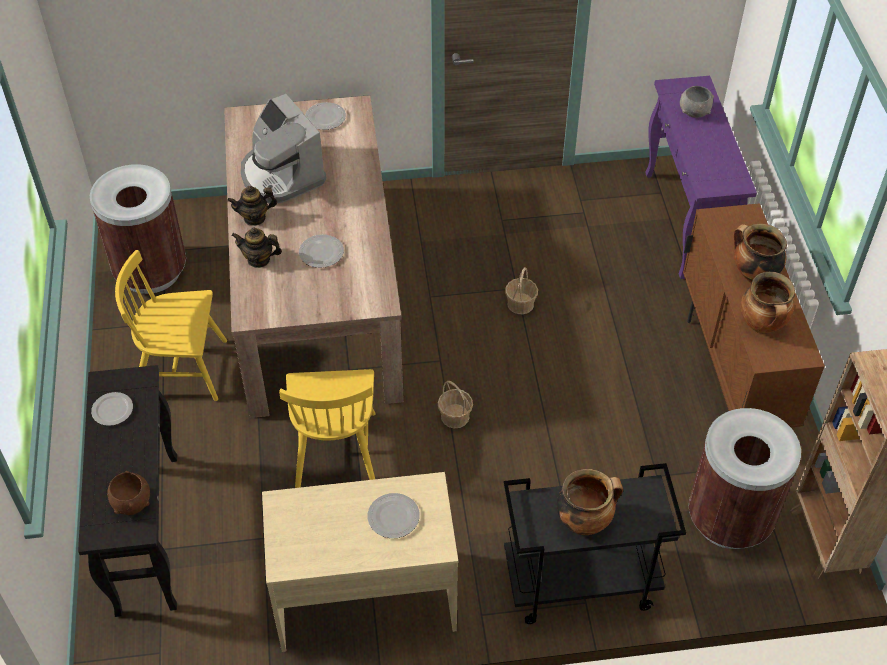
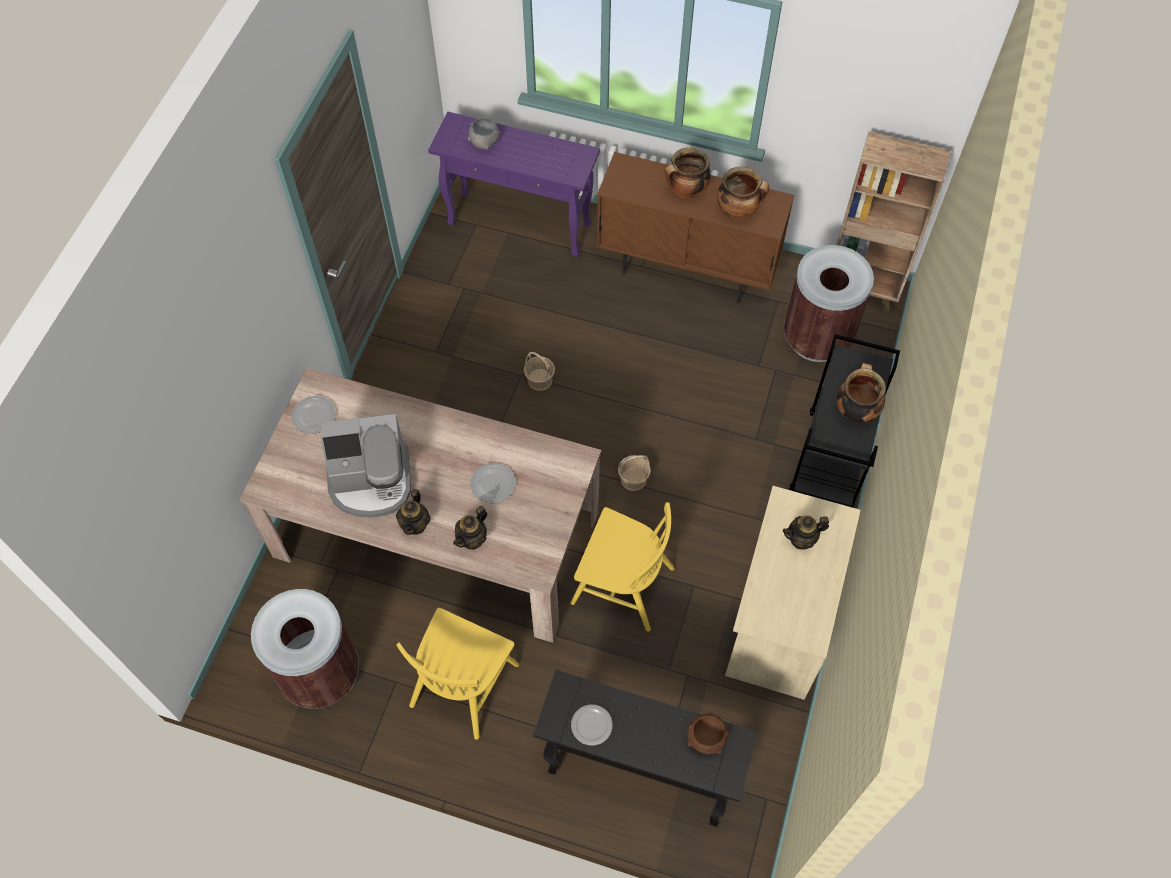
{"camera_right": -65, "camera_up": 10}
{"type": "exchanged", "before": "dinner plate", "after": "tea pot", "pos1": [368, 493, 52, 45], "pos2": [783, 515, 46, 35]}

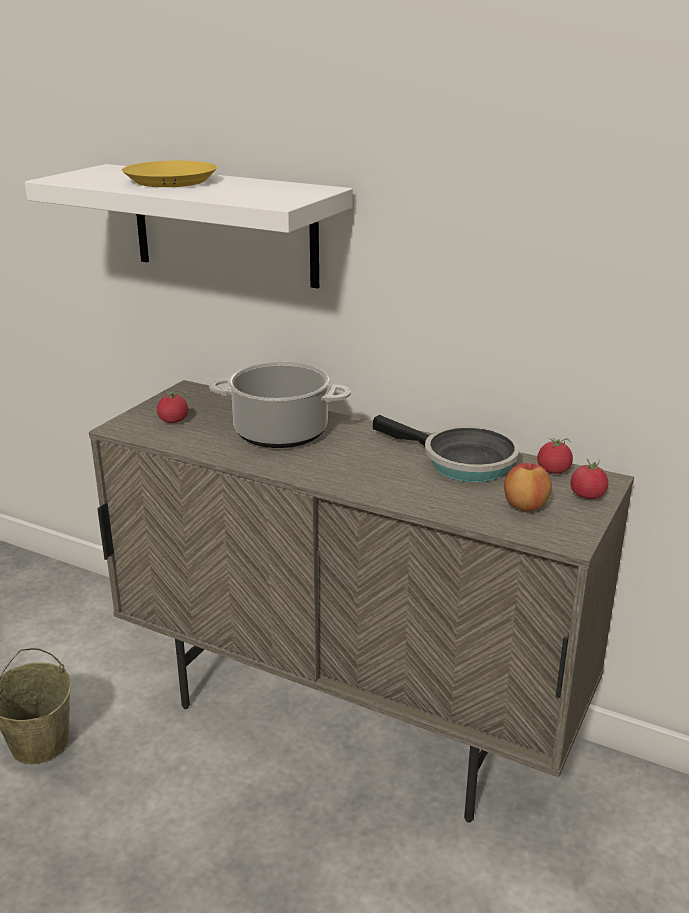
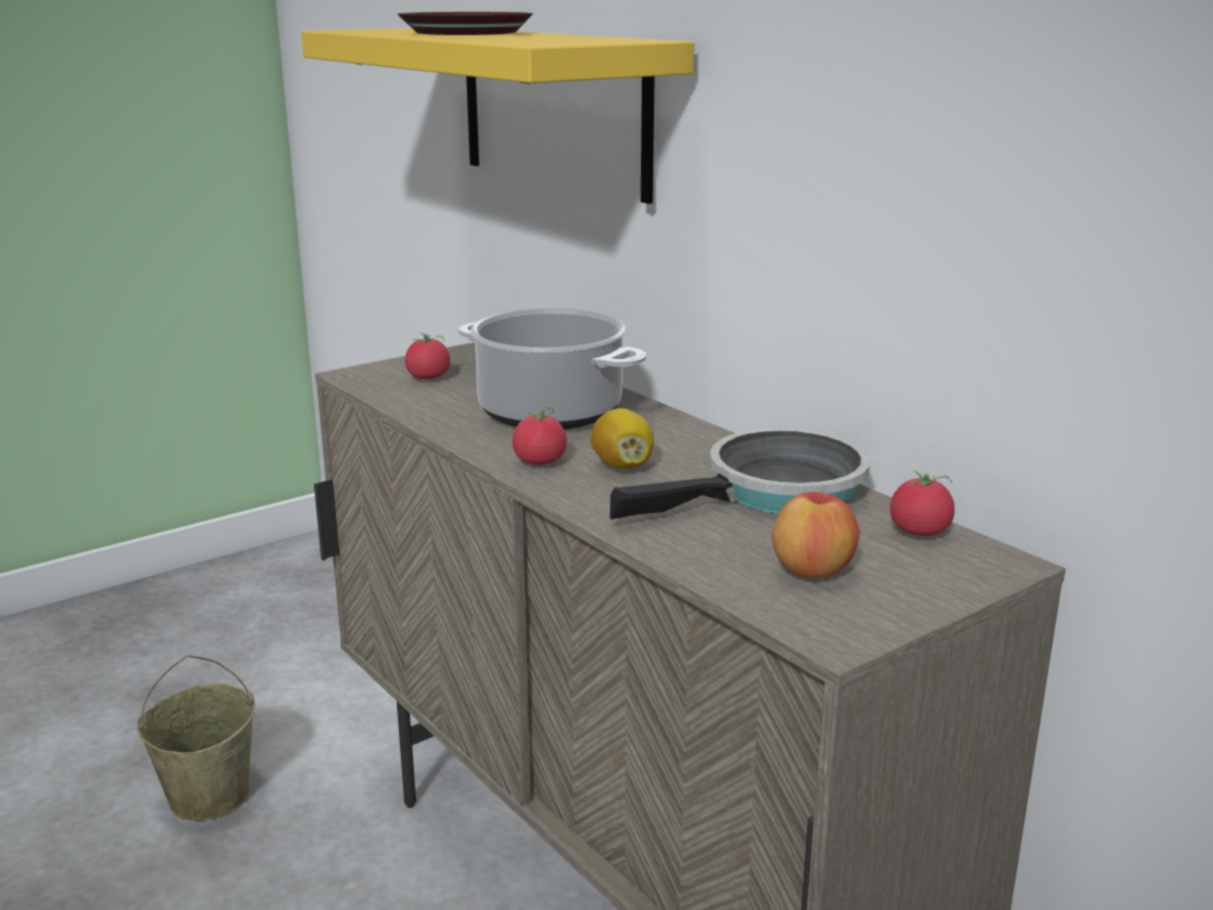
{"camera_right": 25, "camera_up": -5}
{"type": "appeared", "after": "lemon", "pos2": [591, 408, 63, 61]}
{"type": "relocated", "before": "tomato", "pos1": [571, 459, 37, 40], "pos2": [512, 406, 55, 59]}
{"type": "colour", "before": "bracket shelf (white)", "after": "bracket shelf (yellow-coloured)", "pos1": [25, 164, 328, 124], "pos2": [301, 28, 393, 176]}
{"type": "colour", "before": "dinner plate (yellow-coloured)", "after": "dinner plate (brown)", "pos1": [122, 161, 95, 26], "pos2": [398, 12, 135, 23]}
{"type": "spun", "before": "pan", "pos1": [373, 415, 147, 67], "pos2": [610, 428, 260, 91], "turn": -90}

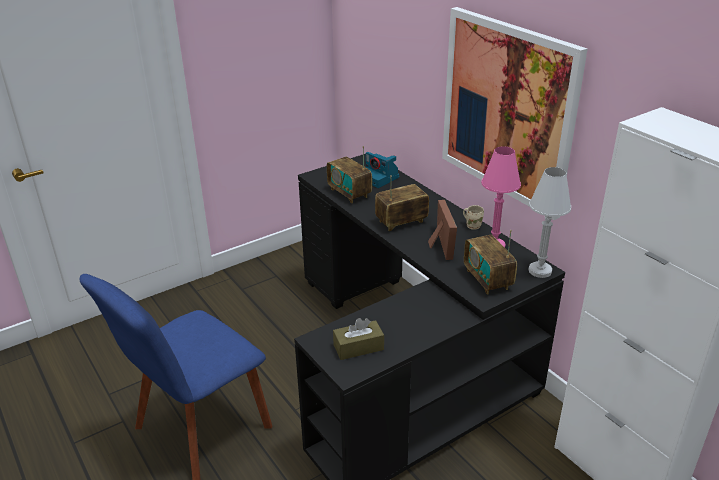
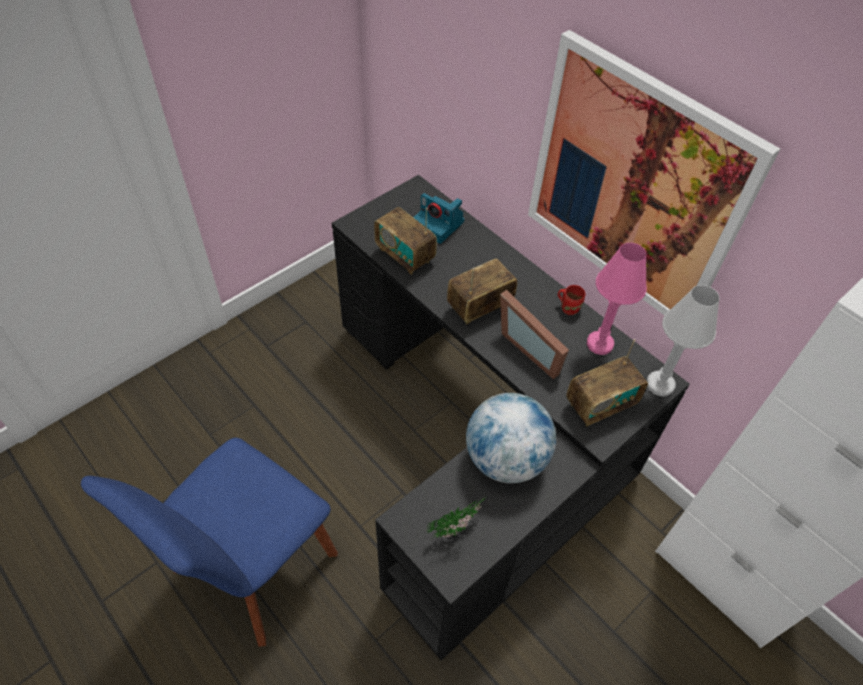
{"camera_right": -10, "camera_up": 20}
{"type": "appeared", "after": "globe", "pos2": [466, 393, 90, 90]}
{"type": "exchanged", "before": "box of tissues (brown)", "after": "plant in a pot", "pos1": [333, 318, 51, 42], "pos2": [426, 496, 61, 43]}
{"type": "colour", "before": "tea mug (beige-coloured)", "after": "tea mug (red)", "pos1": [463, 205, 21, 25], "pos2": [558, 285, 27, 30]}
{"type": "spun", "before": "picture frame", "pos1": [428, 200, 29, 60], "pos2": [500, 290, 69, 89], "turn": 150}
{"type": "spun", "before": "radio", "pos1": [464, 230, 53, 65], "pos2": [566, 339, 82, 88], "turn": -90}

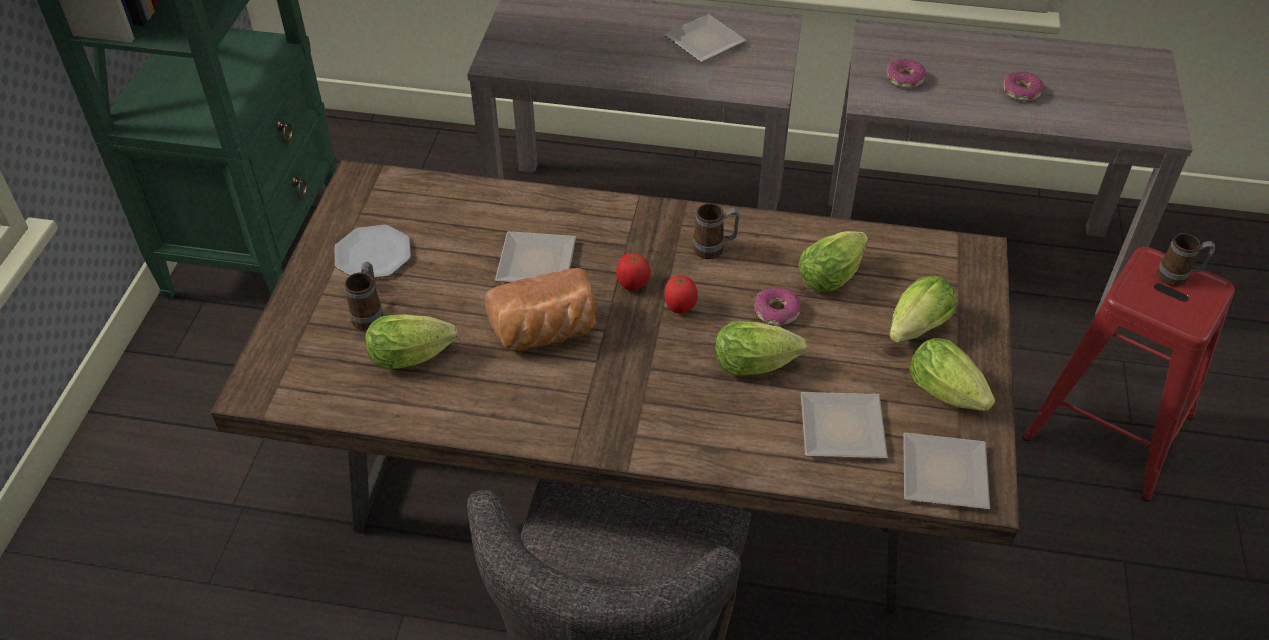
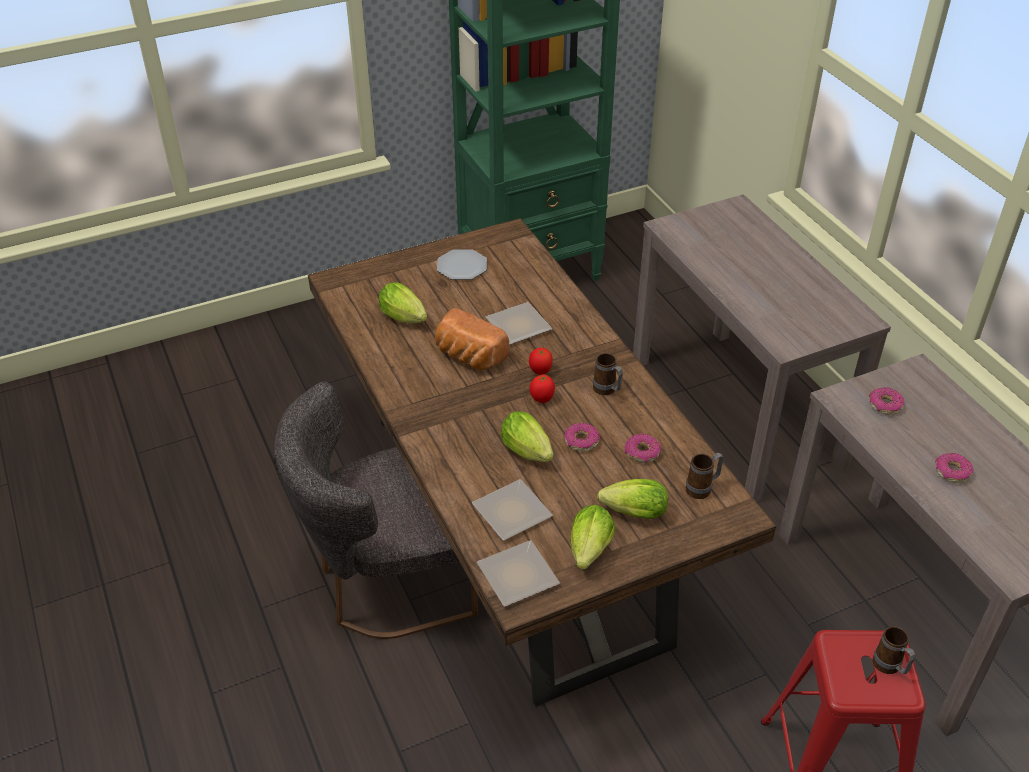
{"camera_right": 55, "camera_up": -5}
{"type": "missing", "before": "dinner plate", "pos1": [664, 14, 82, 48]}
{"type": "relocated", "before": "tea mug", "pos1": [345, 262, 38, 68], "pos2": [686, 453, 38, 46]}
{"type": "exchanged", "before": "lettuce head", "after": "ring doughnut", "pos1": [798, 231, 70, 61], "pos2": [625, 433, 37, 30]}

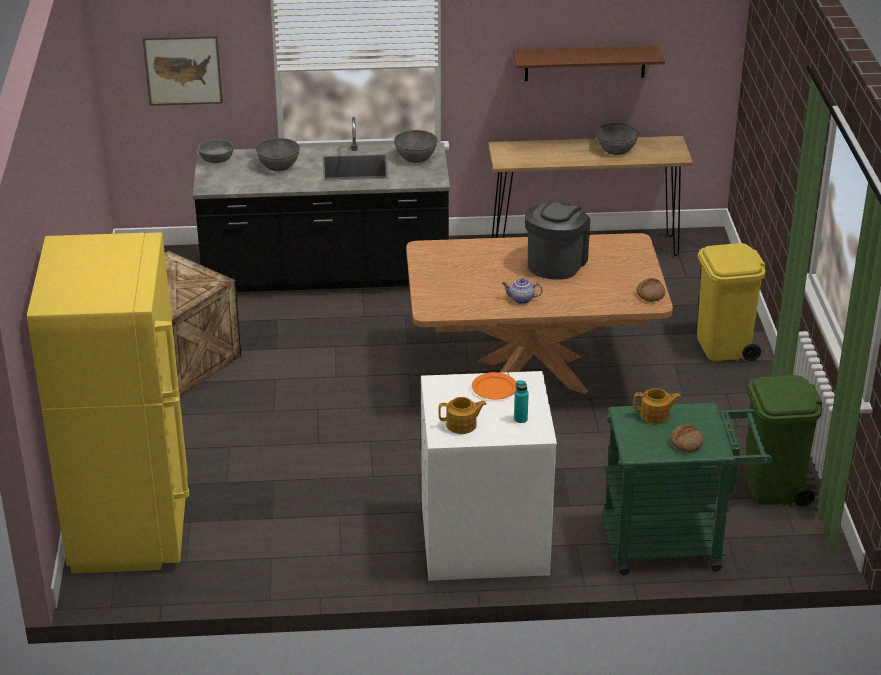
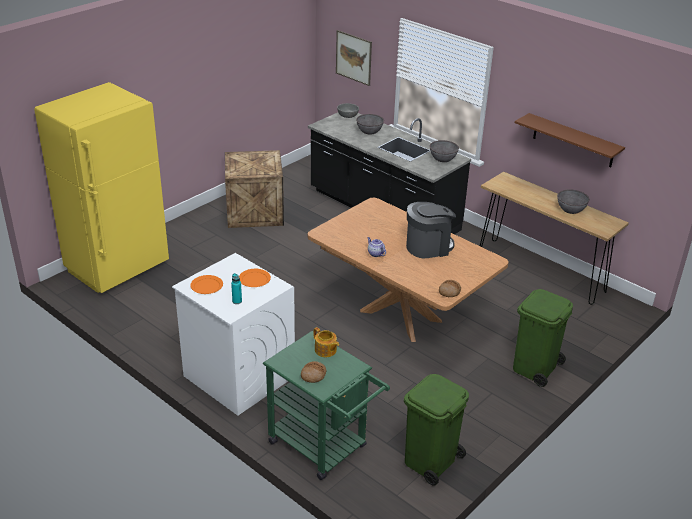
{"camera_right": 45, "camera_up": 0}
{"type": "exchanged", "before": "tea pot", "after": "dinner plate (orangey)", "pos1": [438, 397, 49, 37], "pos2": [190, 275, 33, 19]}
{"type": "colour", "before": "waste bin (yellow-coloured)", "after": "waste bin (green)", "pos1": [697, 243, 69, 118], "pos2": [513, 289, 60, 98]}

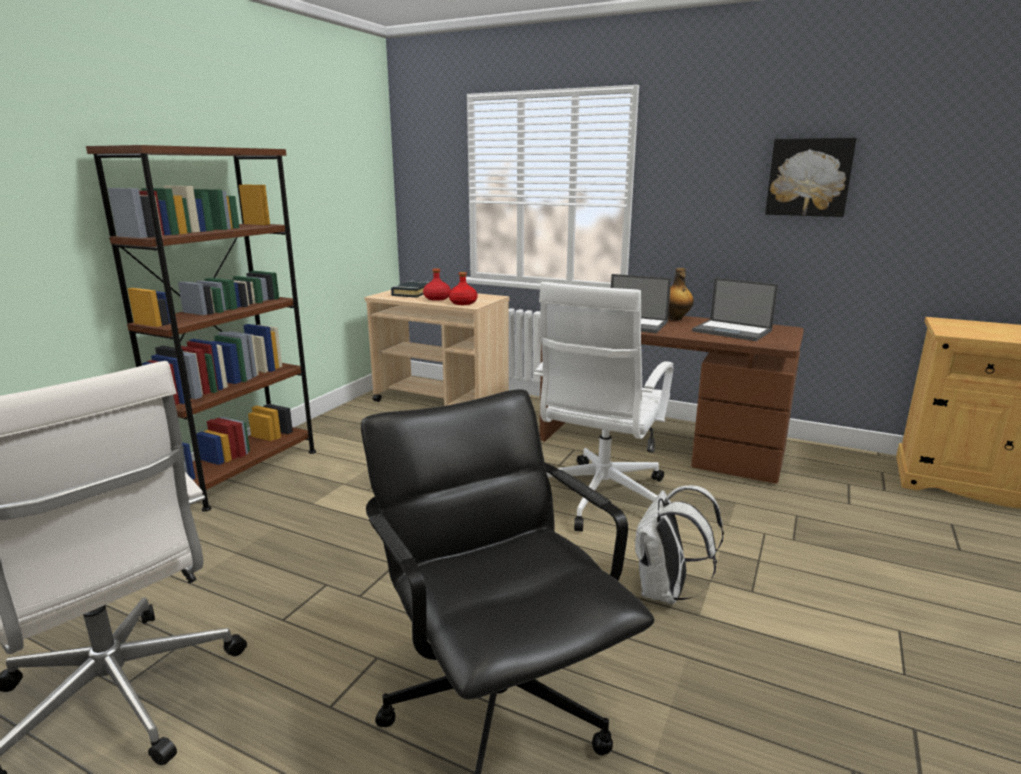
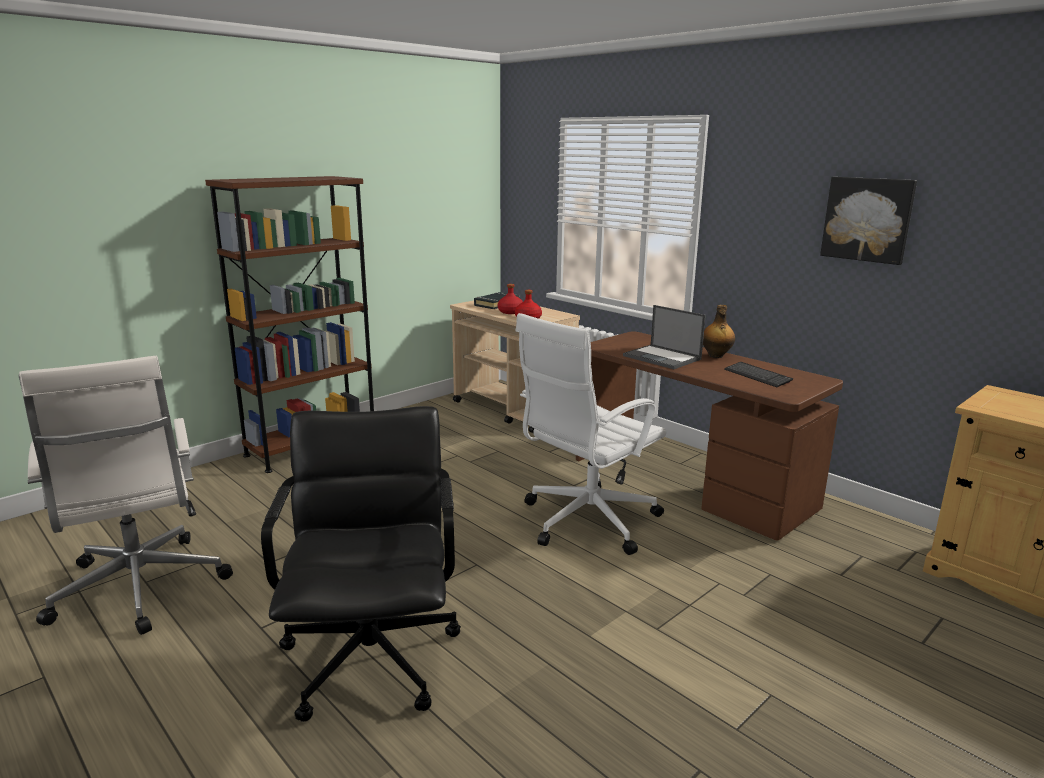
{"camera_right": 20, "camera_up": 0}
{"type": "missing", "before": "knapsack (white)", "pos1": [634, 485, 90, 120]}
{"type": "exchanged", "before": "portable computer", "after": "PC keyboard", "pos1": [692, 278, 86, 63], "pos2": [724, 362, 69, 25]}

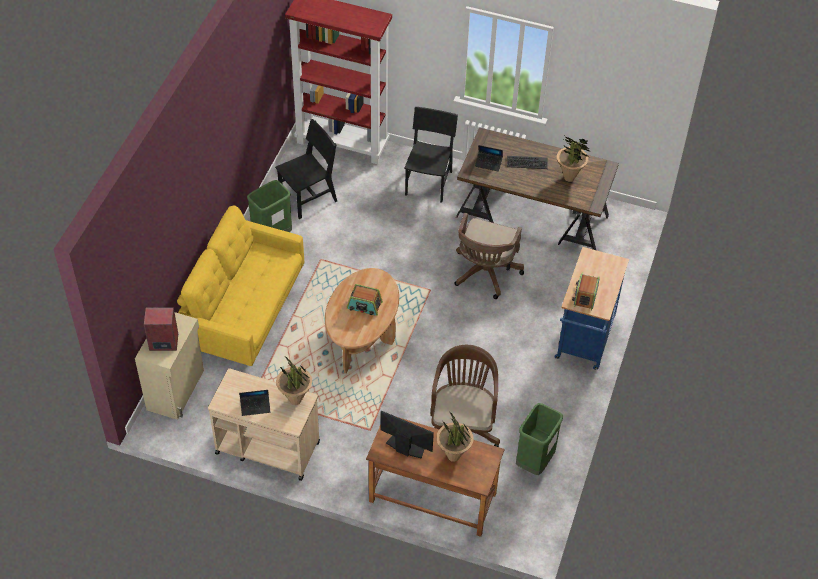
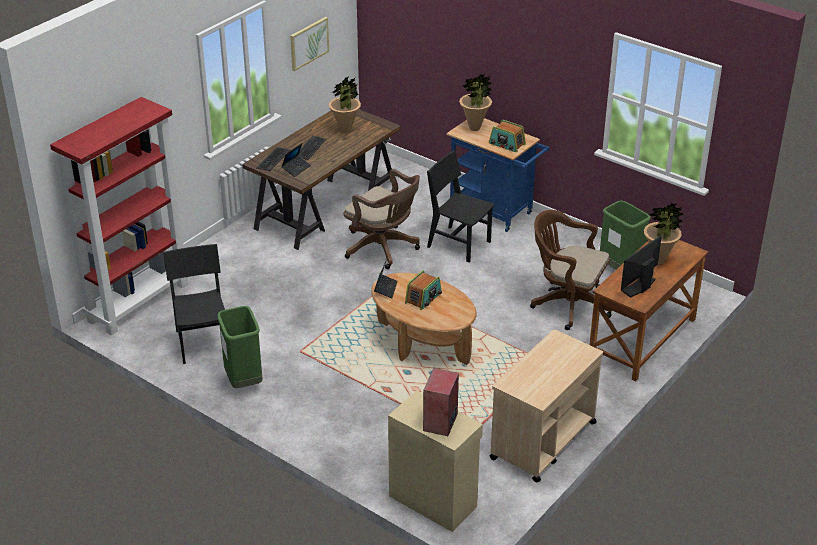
{"camera_right": -70, "camera_up": -15}
{"type": "missing", "before": "sofa (yellow-coloured)", "pos1": [177, 205, 127, 161]}
{"type": "appeared", "after": "PC keyboard", "pos2": [256, 147, 34, 24]}
{"type": "appeared", "after": "picture", "pos2": [290, 17, 39, 54]}
{"type": "relocated", "before": "portable computer", "pos1": [239, 390, 31, 26], "pos2": [374, 260, 24, 38]}
{"type": "relocated", "before": "plant in a pot", "pos1": [276, 357, 36, 48], "pos2": [459, 74, 33, 57]}
{"type": "relocated", "before": "chair (blackish)", "pos1": [404, 107, 54, 96], "pos2": [427, 150, 68, 113]}

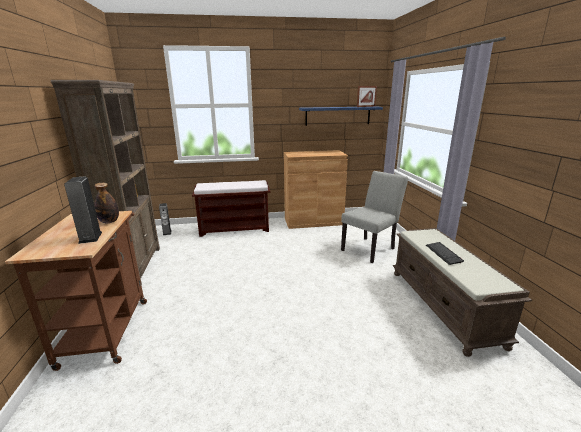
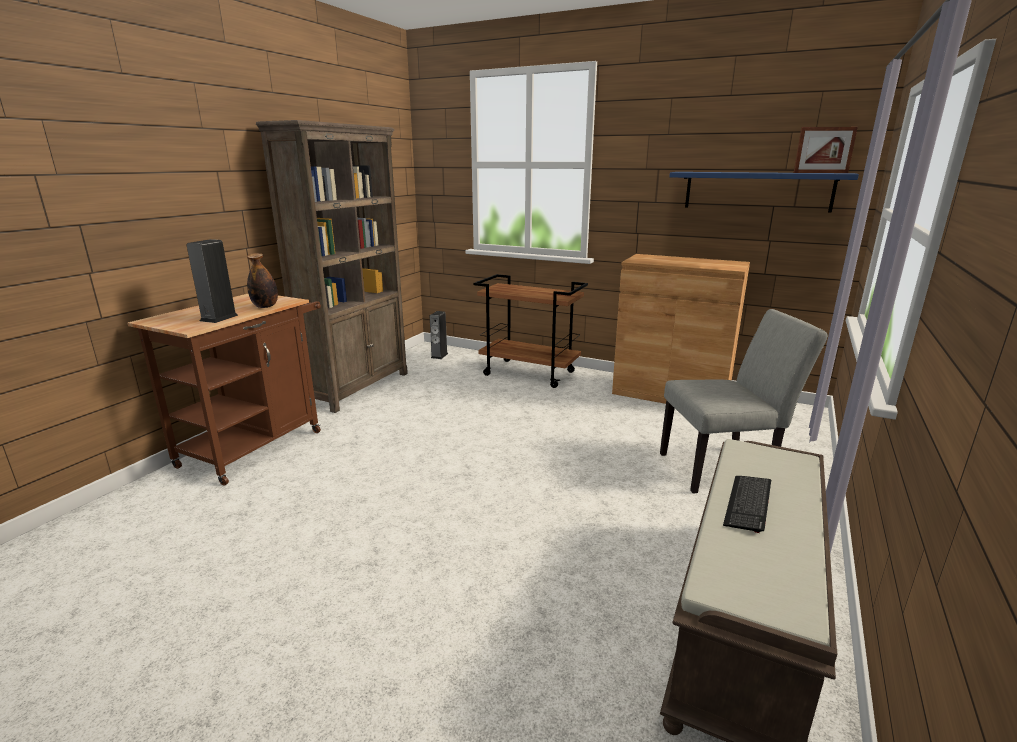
{"camera_right": 35, "camera_up": 0}
{"type": "exchanged", "before": "long seat (brown)", "after": "wheeled cart (brown)", "pos1": [192, 180, 78, 57], "pos2": [473, 274, 115, 114]}

